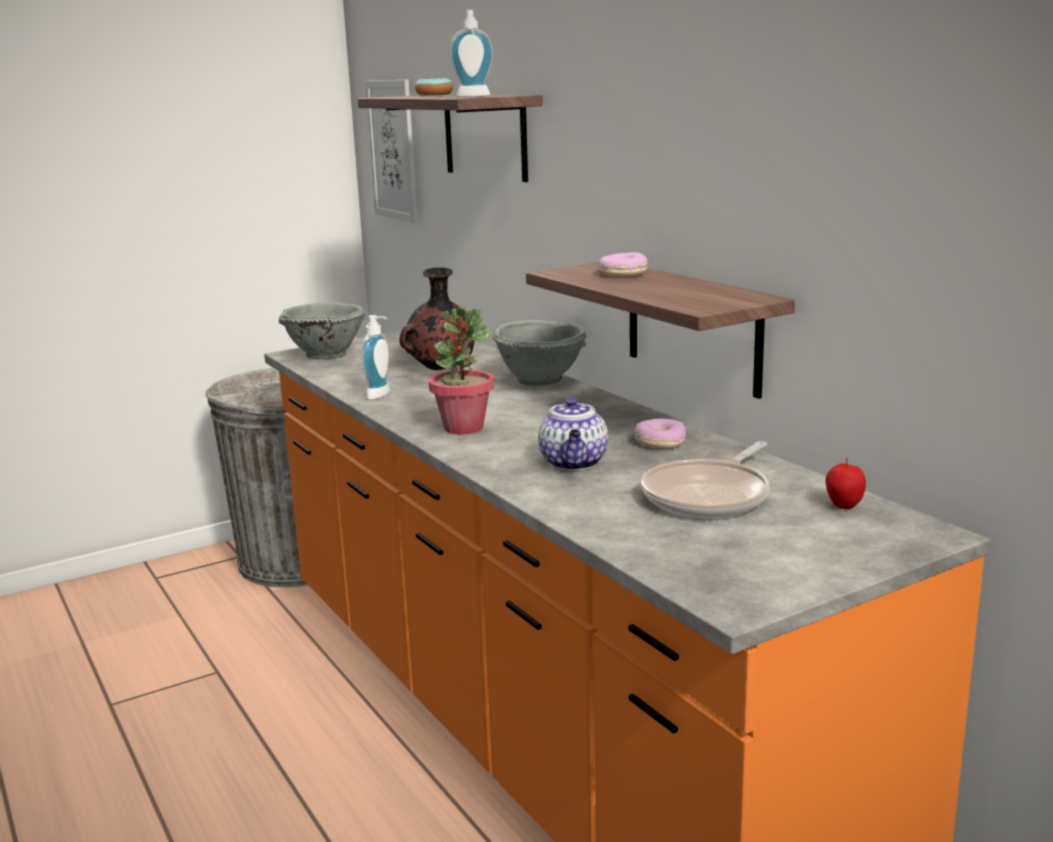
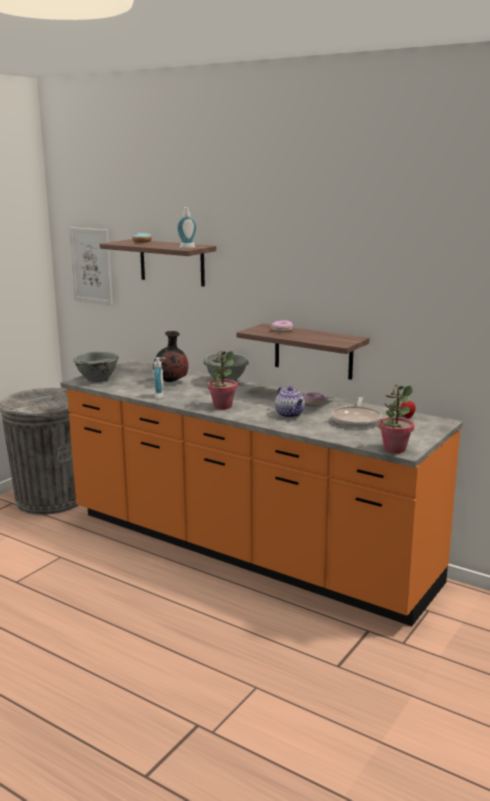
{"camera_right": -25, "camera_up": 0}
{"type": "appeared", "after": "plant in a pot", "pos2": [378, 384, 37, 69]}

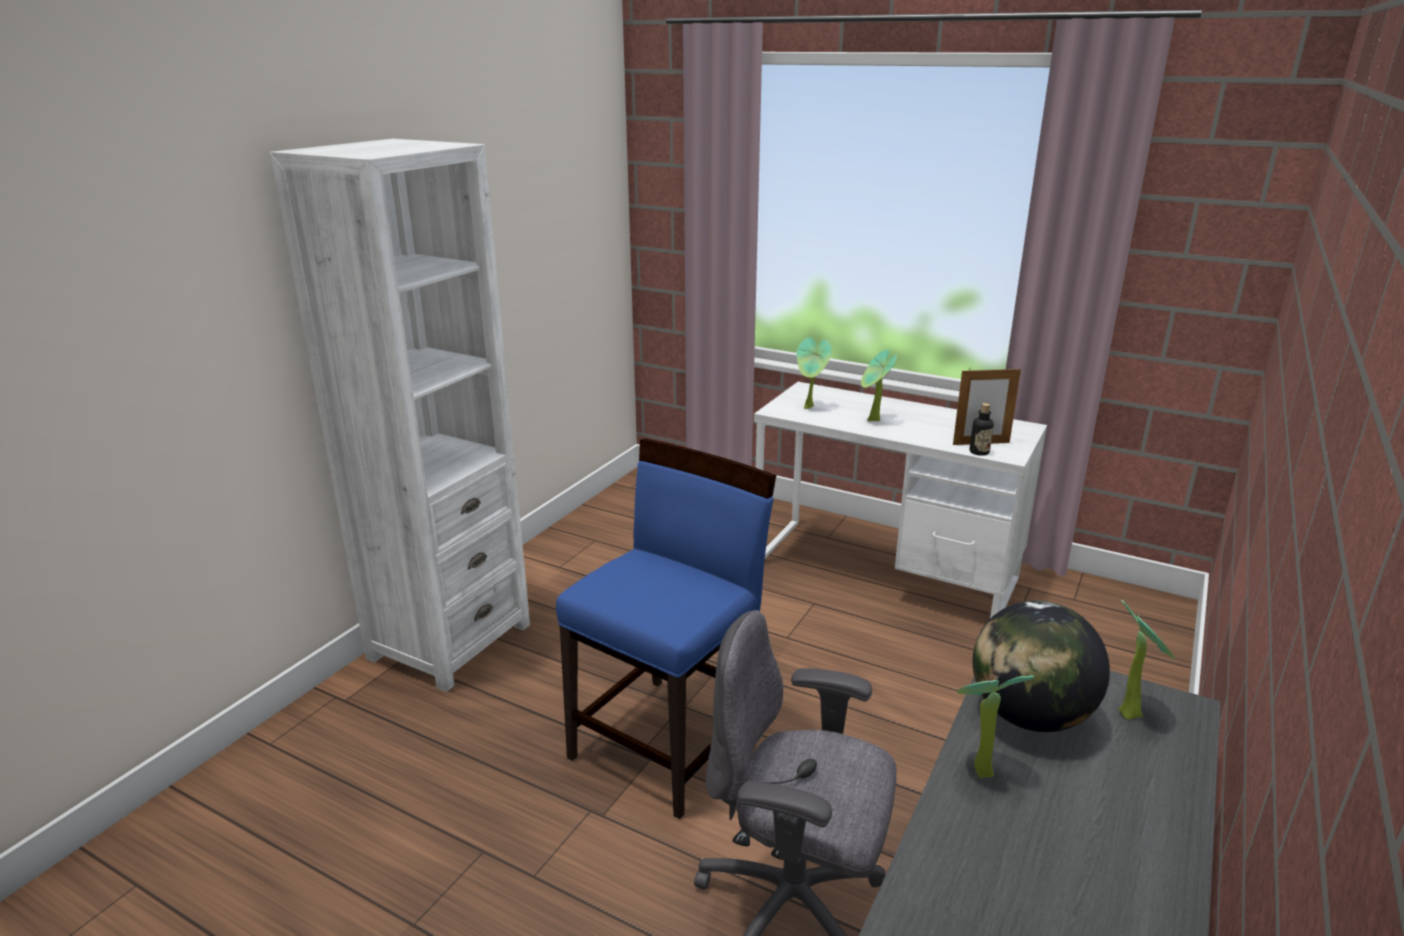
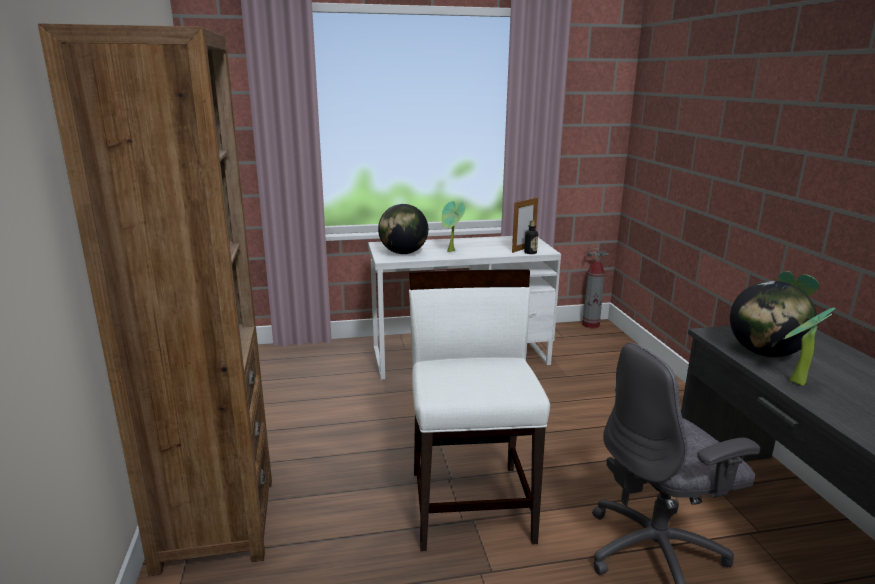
{"camera_right": -40, "camera_up": -5}
{"type": "appeared", "after": "extinguisher", "pos2": [582, 247, 27, 81]}
{"type": "exchanged", "before": "plant in a pot", "after": "globe", "pos1": [797, 337, 35, 72], "pos2": [378, 204, 50, 50]}
{"type": "colour", "before": "bookcase (white)", "after": "bookcase (brown)", "pos1": [270, 139, 260, 553], "pos2": [38, 23, 234, 553]}
{"type": "colour", "before": "chair (blue)", "after": "chair (white)", "pos1": [556, 438, 220, 381], "pos2": [409, 269, 141, 282]}

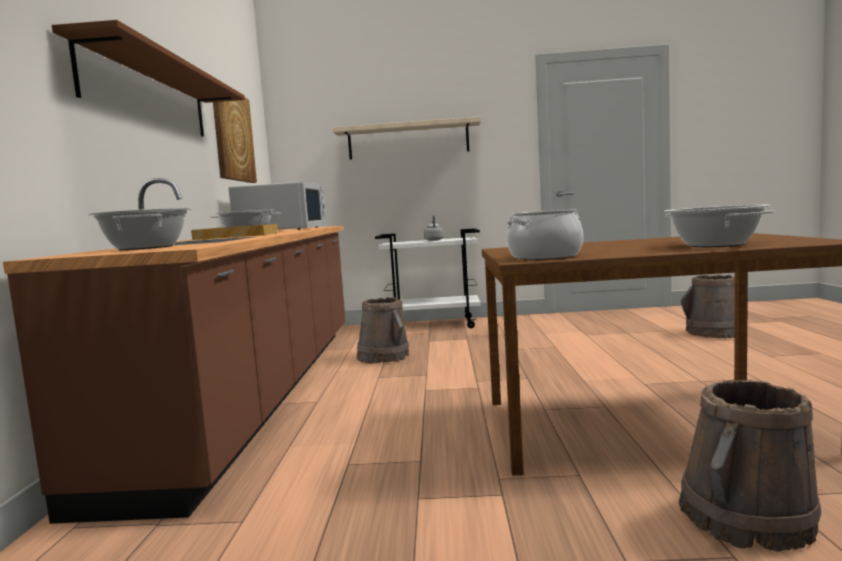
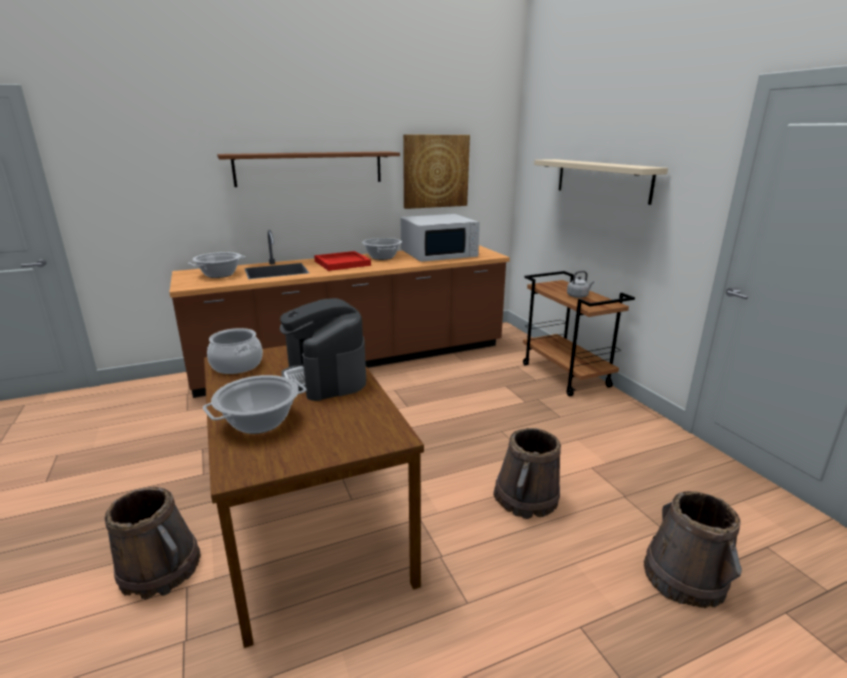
{"camera_right": 65, "camera_up": 15}
{"type": "appeared", "after": "coffee machine", "pos2": [280, 298, 86, 103]}
{"type": "relocated", "before": "bucket (brown)", "pos1": [357, 297, 52, 66], "pos2": [493, 428, 68, 91]}
{"type": "colour", "before": "tray (beige-coloured)", "after": "tray (red)", "pos1": [191, 224, 87, 16], "pos2": [314, 251, 57, 20]}
{"type": "colour", "before": "wheeled cart (white)", "after": "wheeled cart (brown)", "pos1": [375, 228, 106, 100], "pos2": [523, 271, 112, 126]}

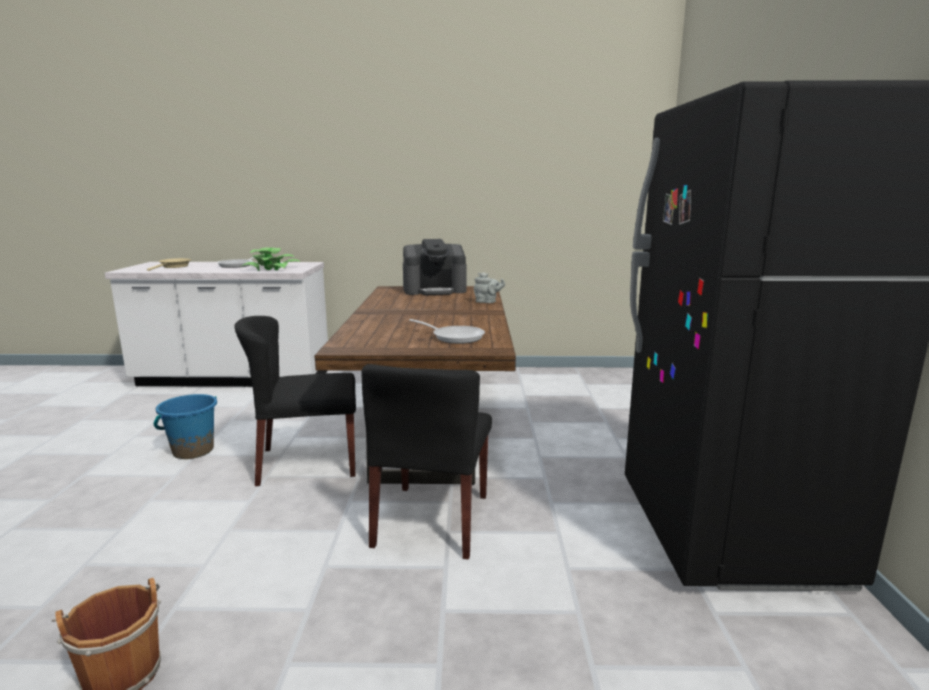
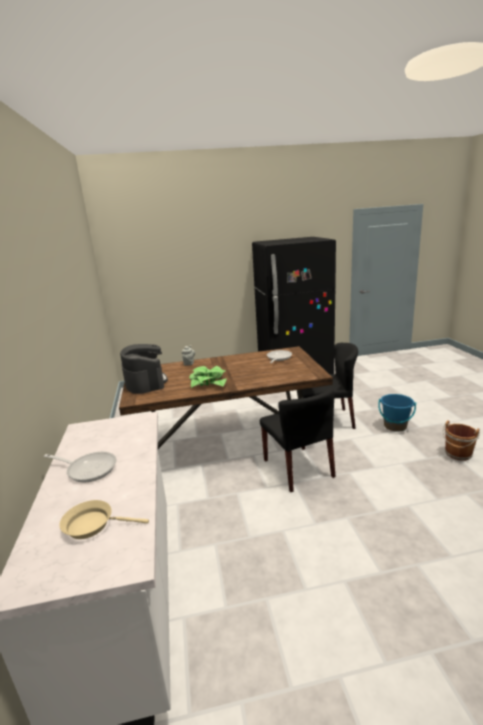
{"camera_right": -100, "camera_up": 5}
{"type": "relocated", "before": "bucket (blue)", "pos1": [154, 394, 63, 65], "pos2": [378, 394, 38, 38]}
{"type": "relocated", "before": "plant in a pot", "pos1": [242, 248, 59, 23], "pos2": [189, 366, 38, 22]}

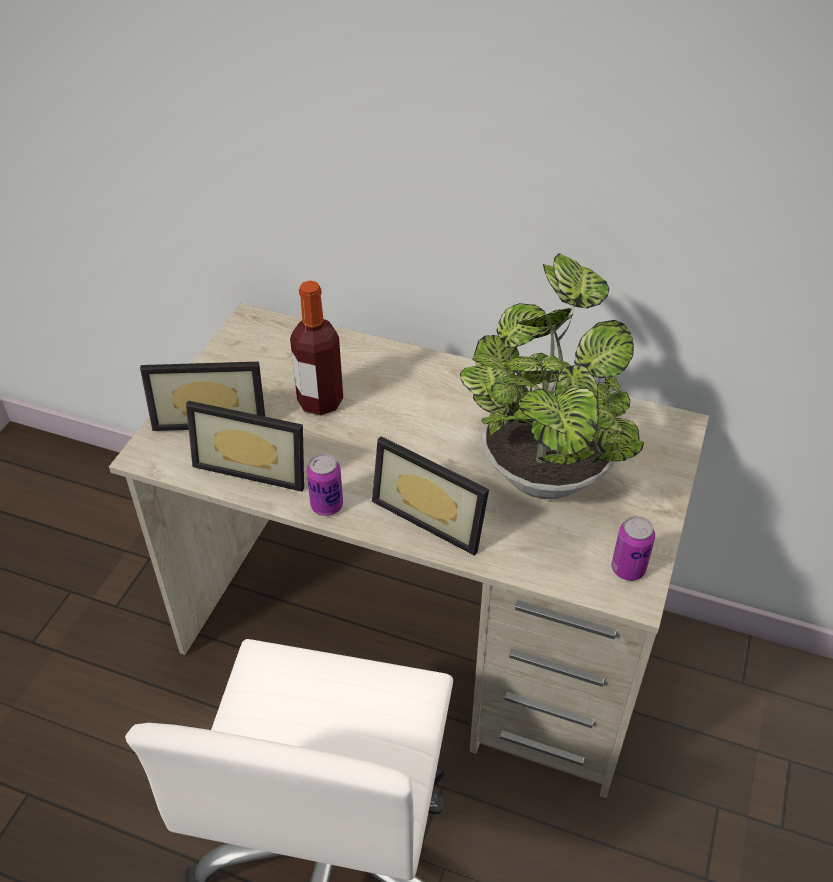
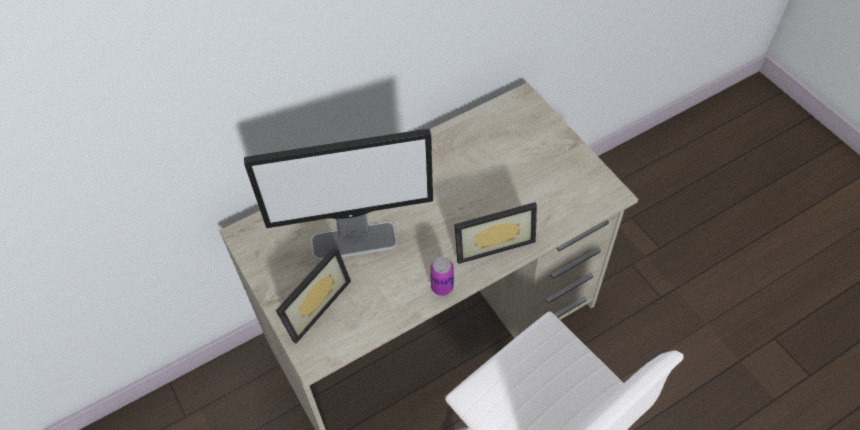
{"camera_right": -50, "camera_up": 10}
{"type": "missing", "before": "picture frame", "pos1": [186, 401, 118, 91]}
{"type": "missing", "before": "plant in a pot", "pos1": [460, 253, 184, 246]}
{"type": "missing", "before": "metal can", "pos1": [612, 516, 43, 65]}
{"type": "exchanged", "before": "drink bottle", "after": "monitor", "pos1": [290, 281, 53, 135], "pos2": [244, 129, 189, 132]}

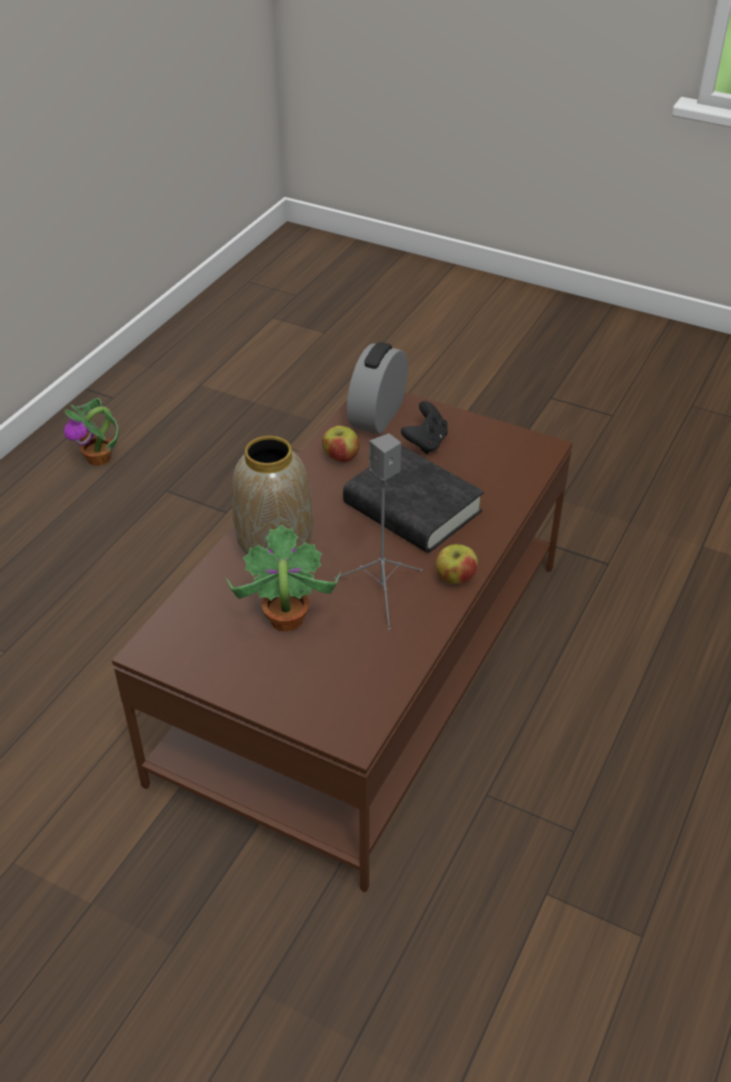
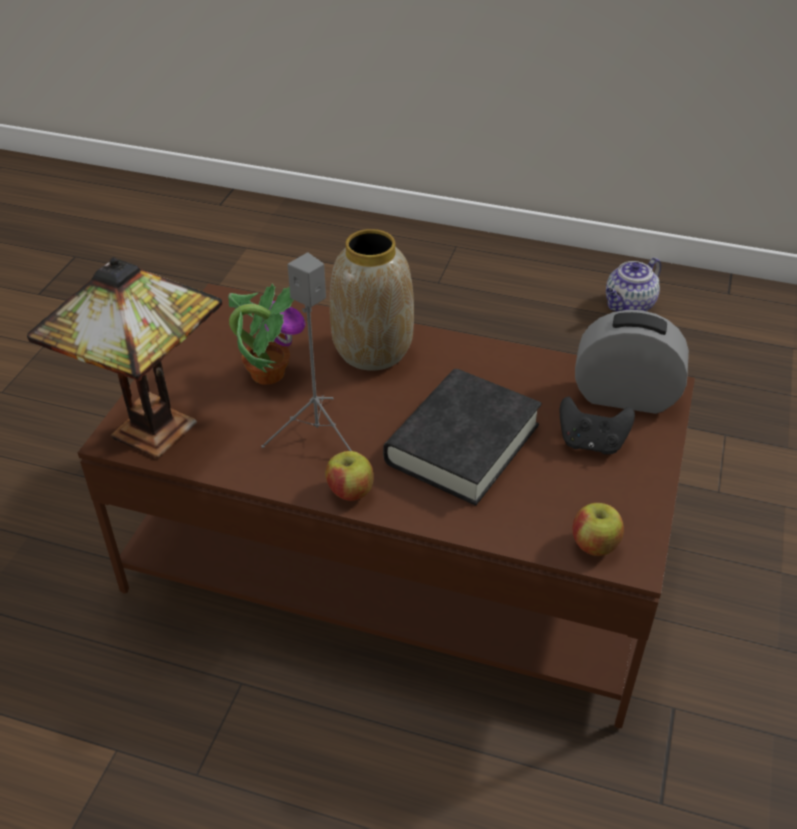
{"camera_right": 80, "camera_up": 0}
{"type": "appeared", "after": "tabletop lamp", "pos2": [27, 257, 195, 201]}
{"type": "relocated", "before": "apple fruit", "pos1": [322, 426, 38, 36], "pos2": [572, 503, 52, 53]}
{"type": "exchanged", "before": "plant in a pot", "after": "tea pot", "pos1": [64, 398, 55, 68], "pos2": [606, 257, 55, 55]}

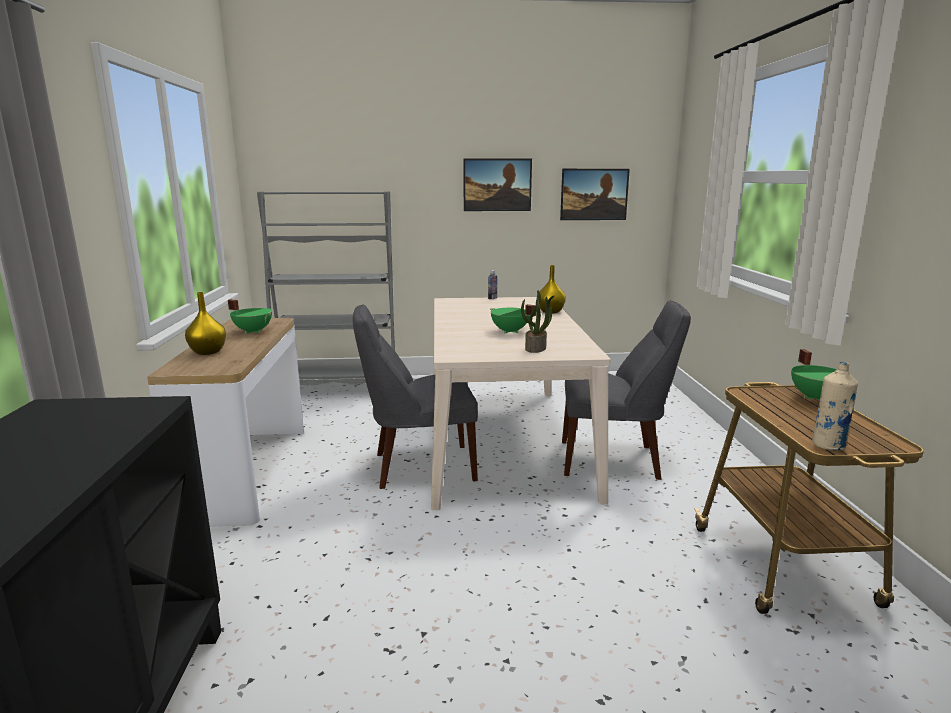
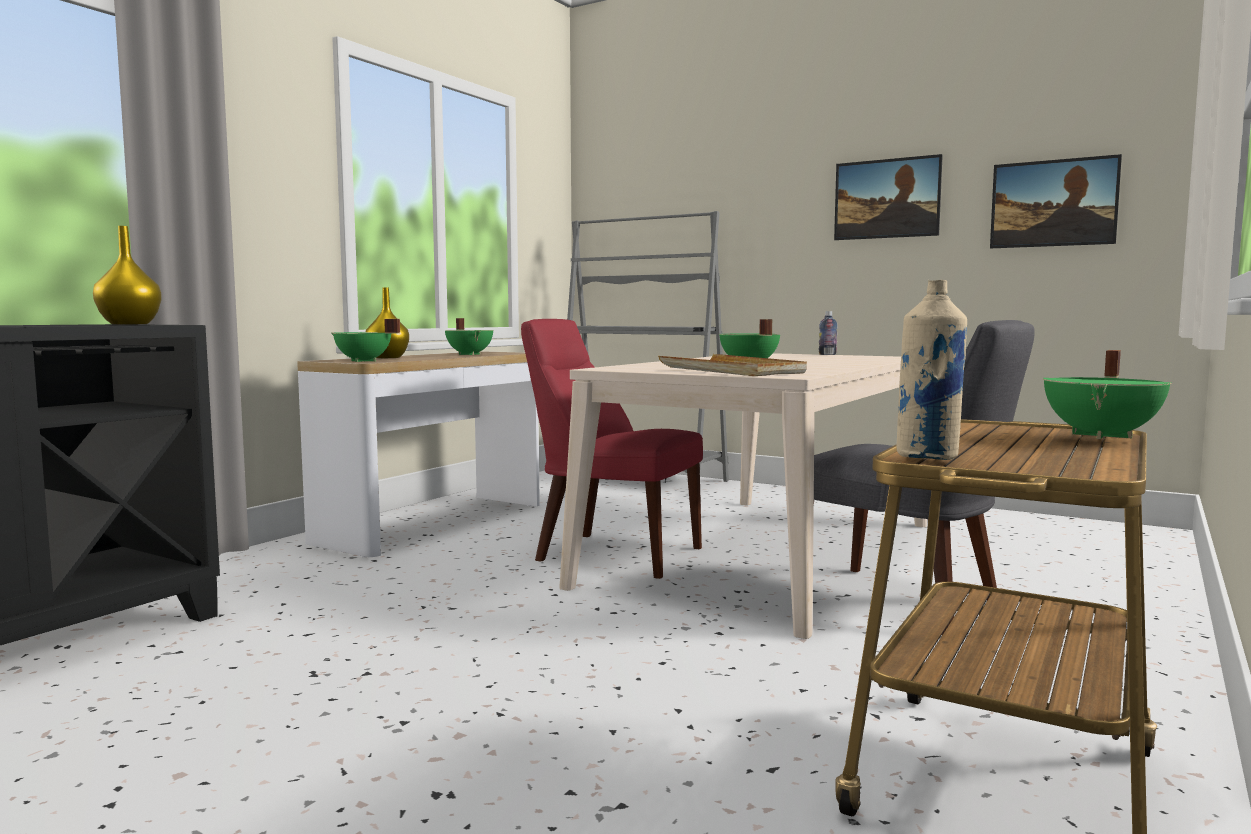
{"camera_right": 35, "camera_up": -10}
{"type": "appeared", "after": "cooking pot (green)", "pos2": [331, 319, 69, 43]}
{"type": "relocated", "before": "flower vase (yellow-coloured)", "pos1": [539, 265, 27, 49], "pos2": [93, 226, 69, 98]}
{"type": "exchanged", "before": "plant in a pot", "after": "tray (beige-coloured)", "pos1": [521, 290, 33, 63], "pos2": [658, 354, 149, 22]}
{"type": "colour", "before": "chair (grey)", "after": "chair (red)", "pos1": [353, 304, 125, 185], "pos2": [521, 319, 182, 260]}

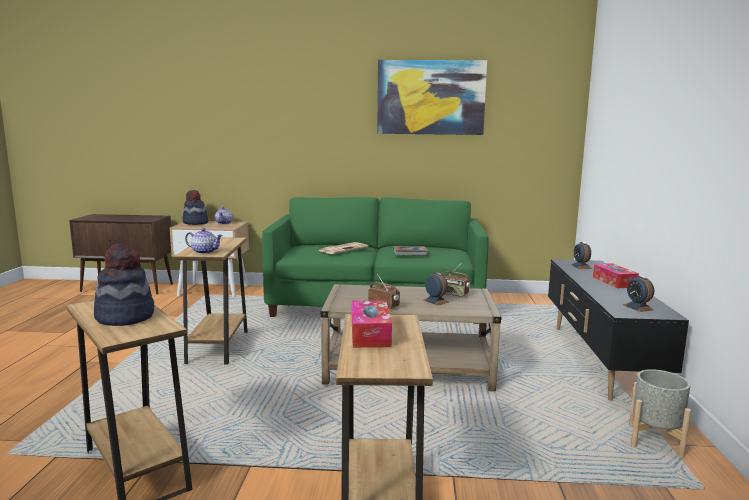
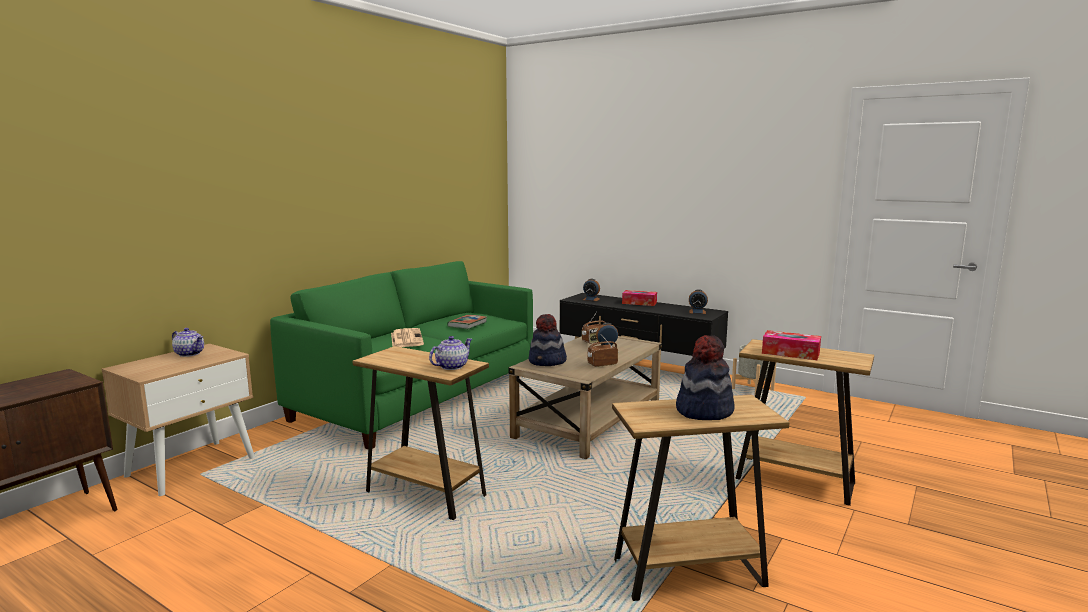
{"camera_right": -60, "camera_up": 0}
{"type": "missing", "before": "picture", "pos1": [377, 60, 110, 75]}
{"type": "relocated", "before": "hat", "pos1": [182, 190, 26, 35], "pos2": [529, 314, 38, 52]}

